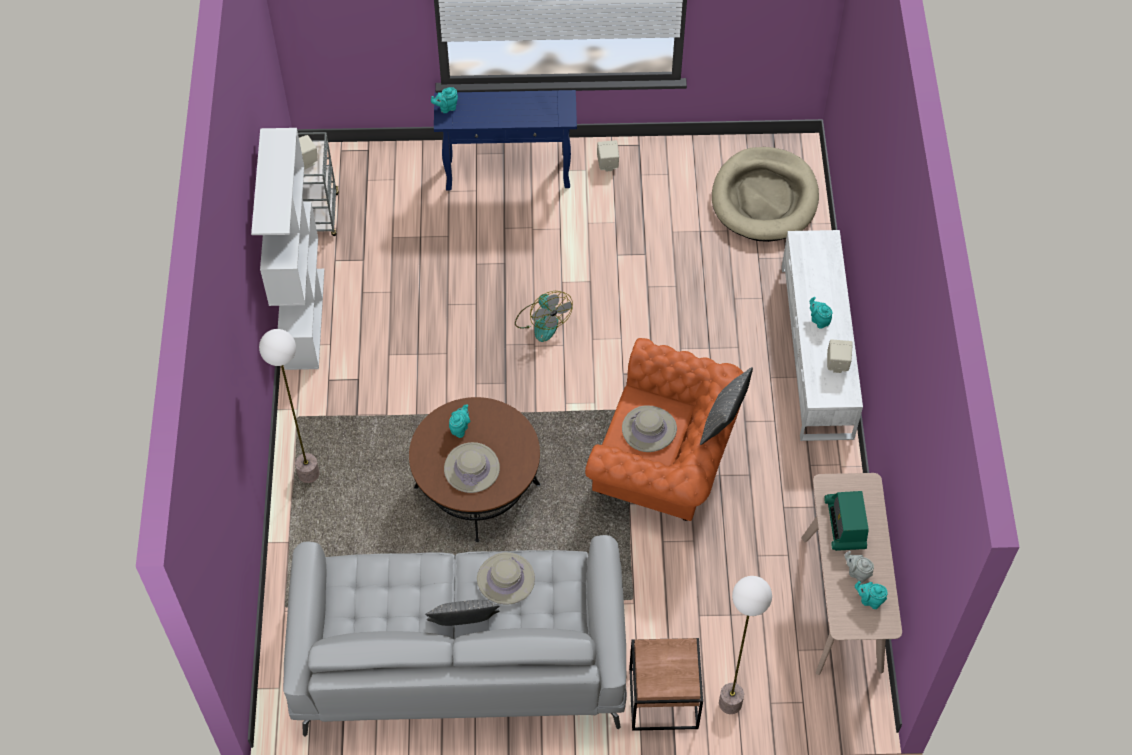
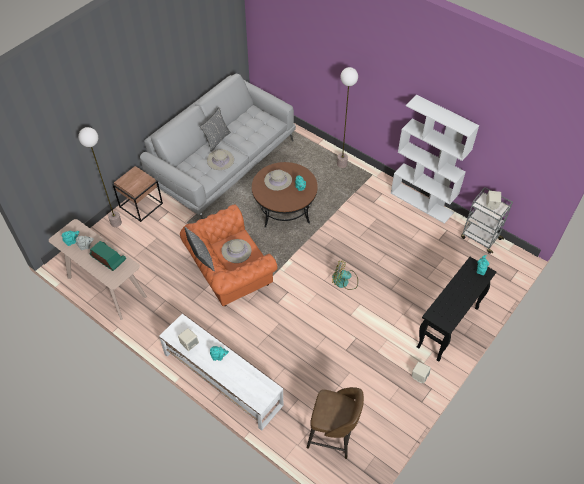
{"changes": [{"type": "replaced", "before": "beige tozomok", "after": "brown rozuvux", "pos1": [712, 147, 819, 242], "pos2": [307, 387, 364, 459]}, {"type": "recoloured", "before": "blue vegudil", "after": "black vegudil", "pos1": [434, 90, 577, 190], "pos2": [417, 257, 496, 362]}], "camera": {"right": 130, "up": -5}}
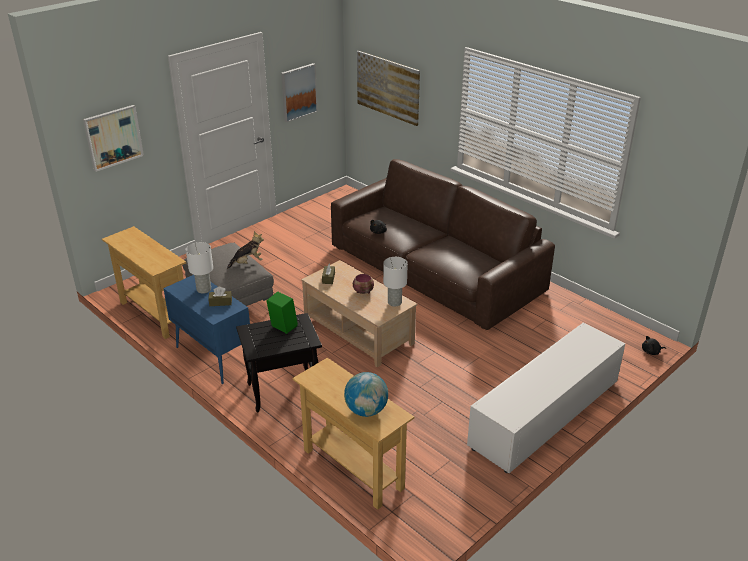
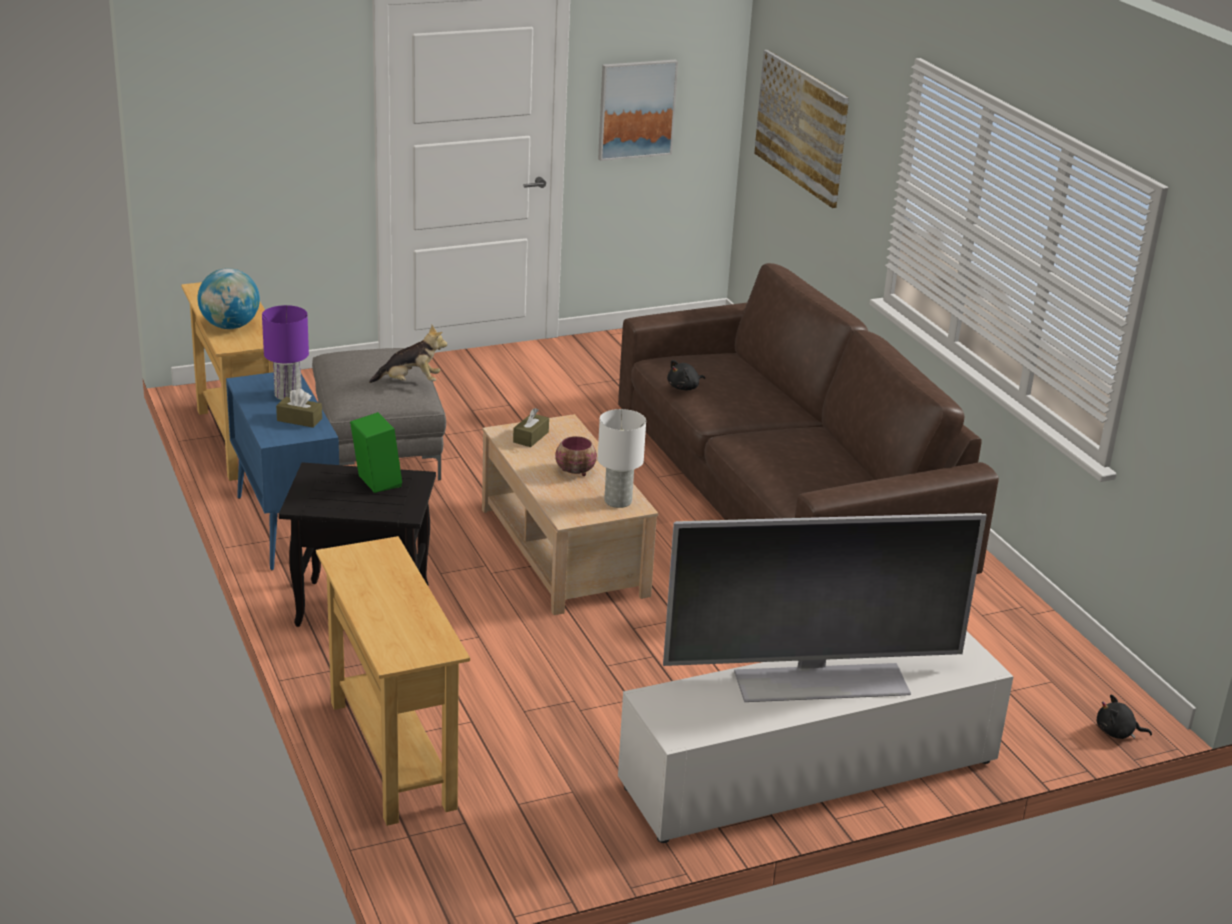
{"changes": [{"type": "removed", "before": "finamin", "pos1": [83, 105, 144, 172]}, {"type": "added", "after": "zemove", "pos2": [663, 513, 987, 702]}, {"type": "moved", "before": "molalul", "pos1": [344, 372, 388, 417], "pos2": [198, 268, 260, 329]}, {"type": "recoloured", "before": "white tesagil", "after": "purple tesagil", "pos1": [186, 242, 213, 294], "pos2": [262, 305, 309, 400]}], "camera": {"right": 20, "up": -5}}
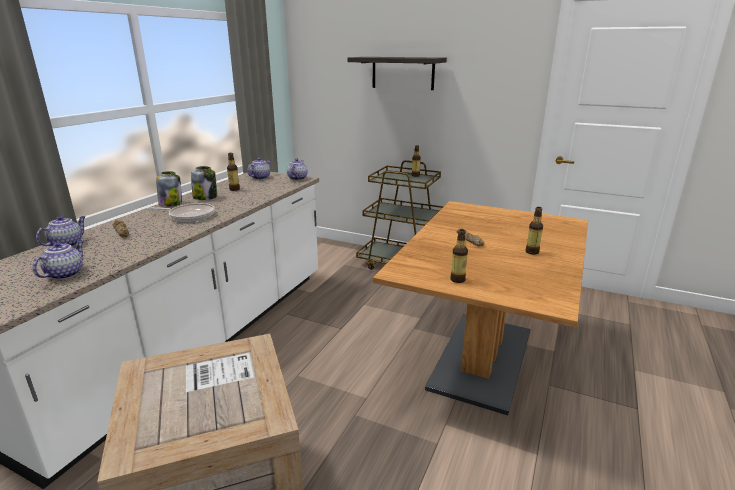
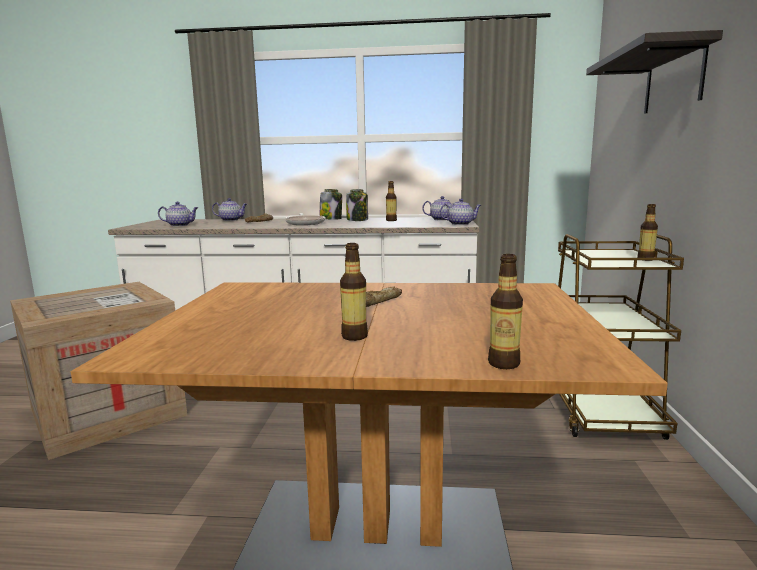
{"changes": [{"type": "moved", "before": "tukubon", "pos1": [450, 229, 468, 283], "pos2": [488, 254, 523, 369]}], "camera": {"right": 70, "up": -10}}
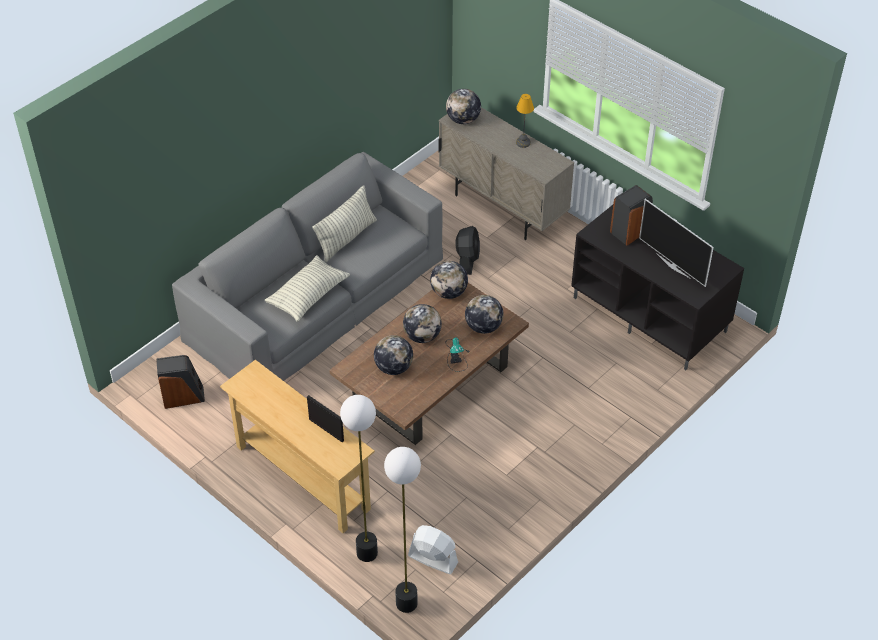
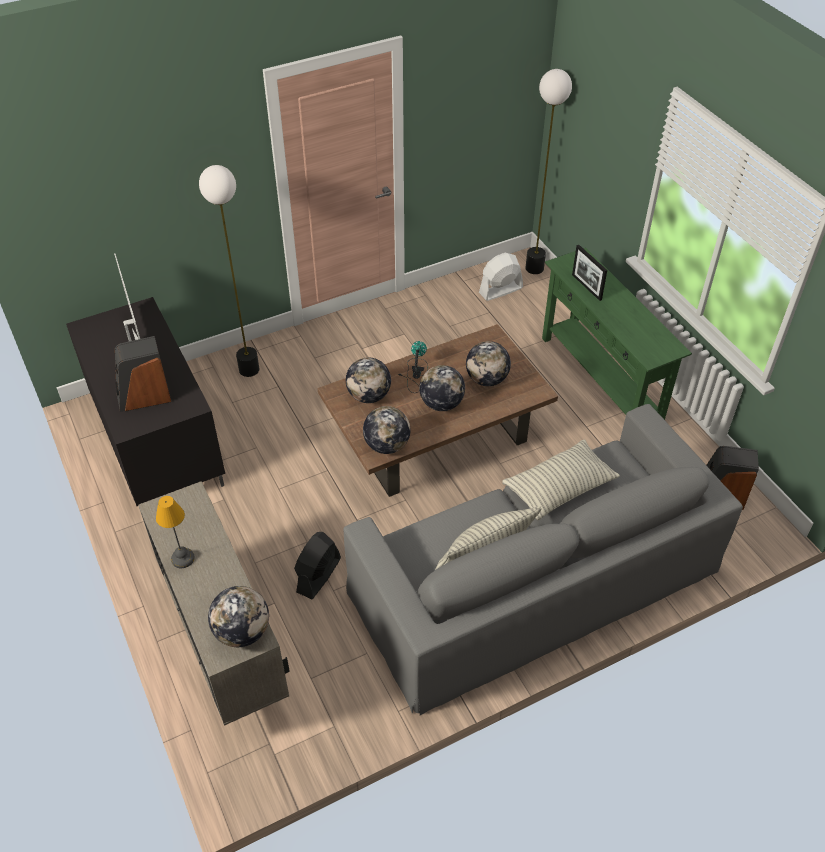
{"changes": [{"type": "moved", "before": "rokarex", "pos1": [340, 395, 378, 562], "pos2": [199, 165, 259, 377]}, {"type": "recoloured", "before": "beige vegudil", "after": "green vegudil", "pos1": [220, 360, 375, 533], "pos2": [542, 248, 692, 420]}, {"type": "turned", "before": "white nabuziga", "pos1": [408, 525, 458, 574], "pos2": [479, 253, 523, 301], "turn": 105}], "camera": {"right": -160, "up": 0}}
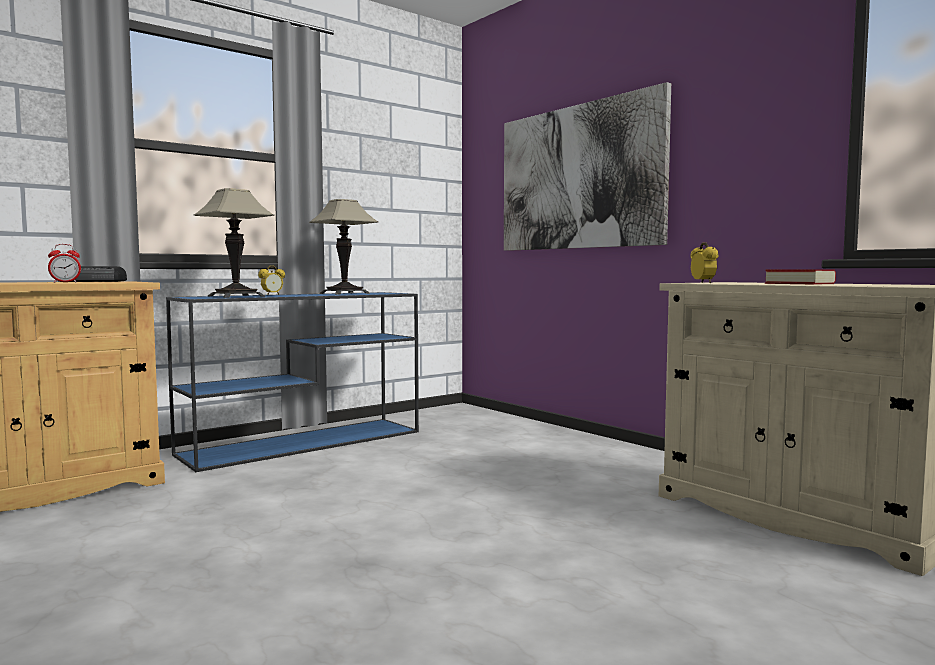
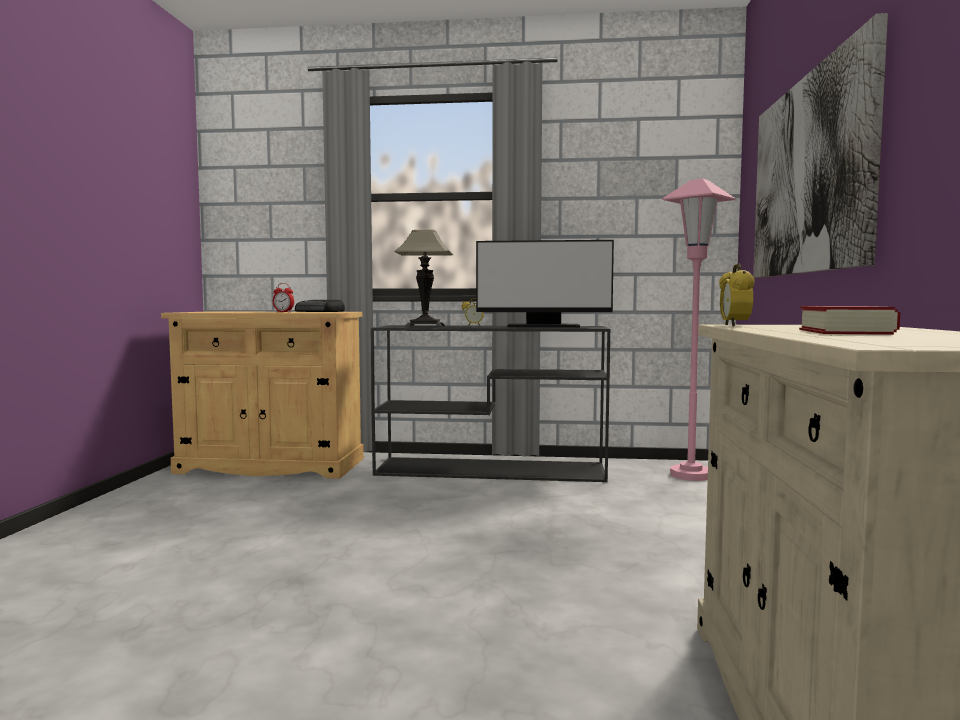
{"changes": [{"type": "added", "after": "pink rokarex", "pos2": [662, 179, 736, 481]}, {"type": "replaced", "before": "tesagil", "after": "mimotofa", "pos1": [309, 199, 378, 294], "pos2": [476, 240, 614, 327]}, {"type": "recoloured", "before": "blue vegudil", "after": "black vegudil", "pos1": [166, 292, 419, 472], "pos2": [371, 325, 610, 482]}, {"type": "turned", "before": "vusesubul", "pos1": [690, 243, 718, 283], "pos2": [719, 263, 755, 326], "turn": 150}], "camera": {"right": 45, "up": 0}}
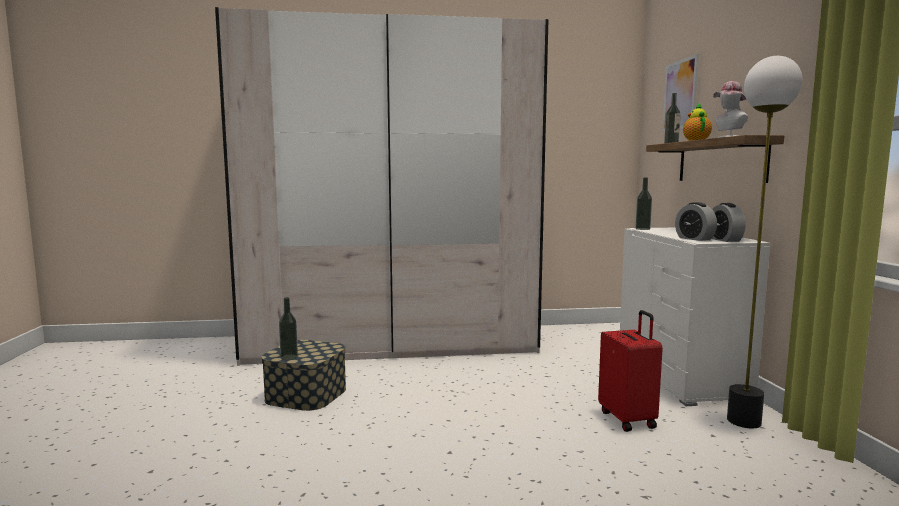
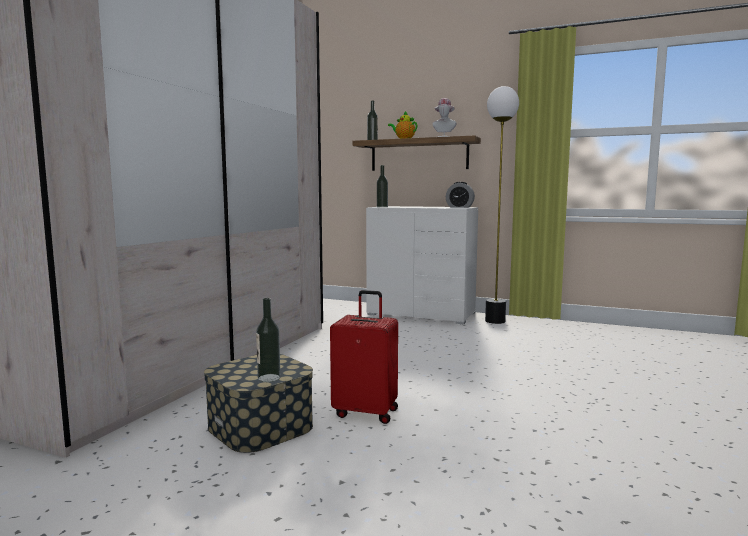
{"changes": [{"type": "removed", "before": "finamin", "pos1": [662, 54, 699, 132]}, {"type": "removed", "before": "vusesubul", "pos1": [675, 202, 717, 241]}, {"type": "moved", "before": "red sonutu", "pos1": [598, 310, 663, 432], "pos2": [330, 290, 398, 424]}], "camera": {"right": -60, "up": 0}}
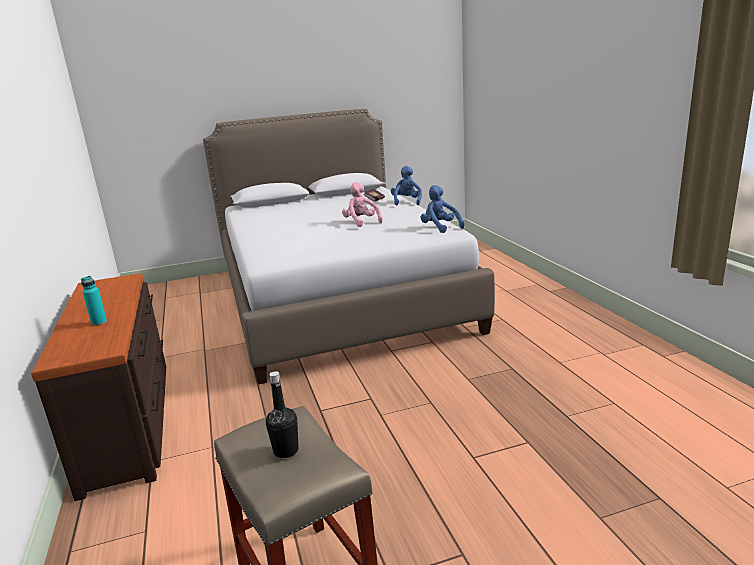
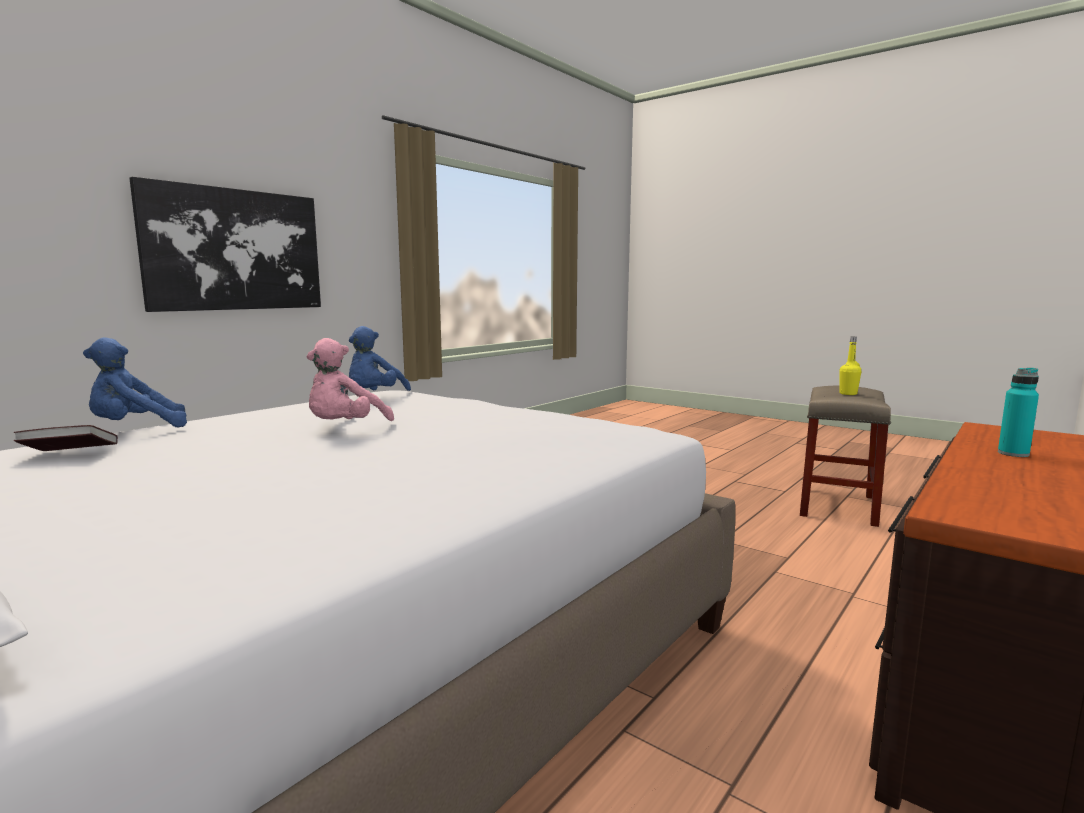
{"changes": [{"type": "added", "after": "finamin", "pos2": [129, 177, 321, 312]}, {"type": "recoloured", "before": "black tukubon", "after": "yellow tukubon", "pos1": [266, 371, 299, 458], "pos2": [839, 337, 861, 395]}], "camera": {"right": -125, "up": -10}}
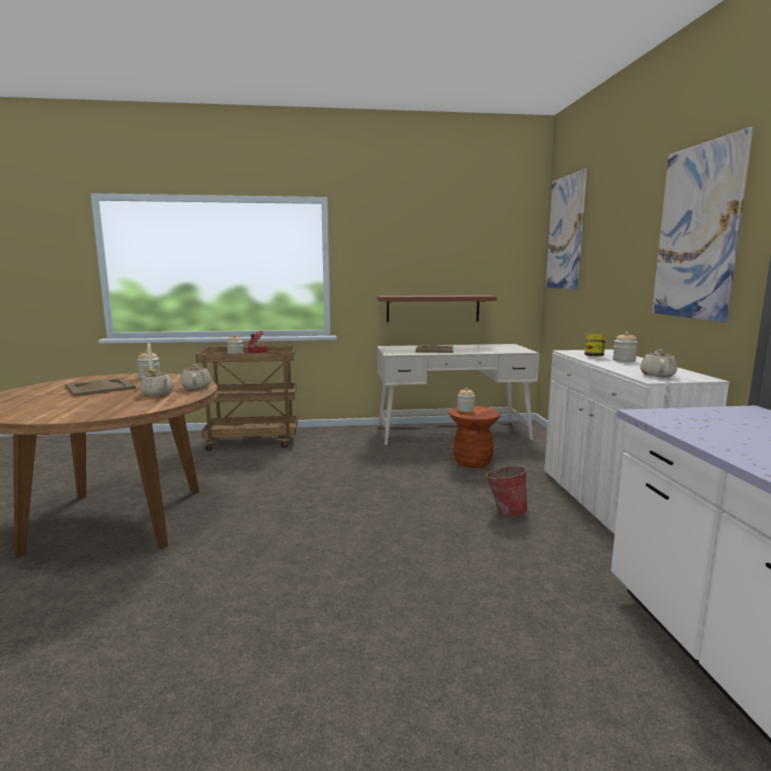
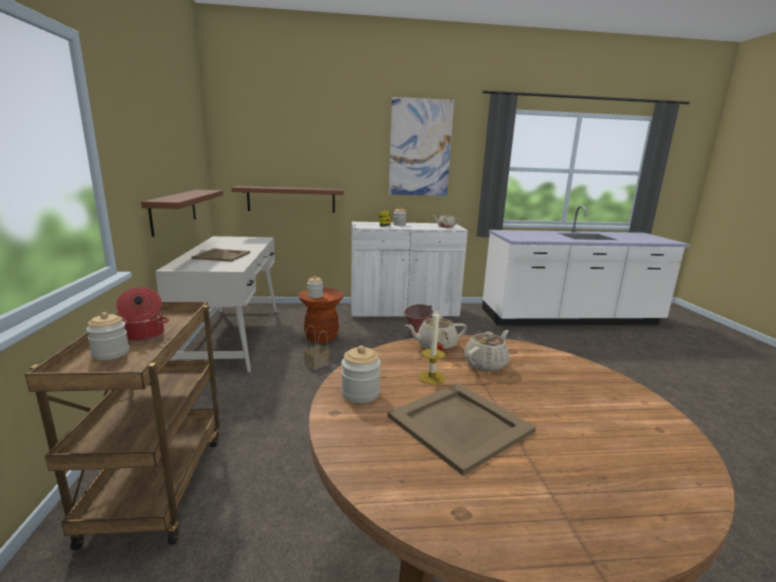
{"changes": [{"type": "removed", "before": "finamin", "pos1": [546, 169, 587, 290]}, {"type": "added", "after": "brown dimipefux", "pos2": [232, 186, 344, 213]}, {"type": "added", "after": "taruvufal", "pos2": [304, 325, 330, 370]}], "camera": {"right": -90, "up": 5}}
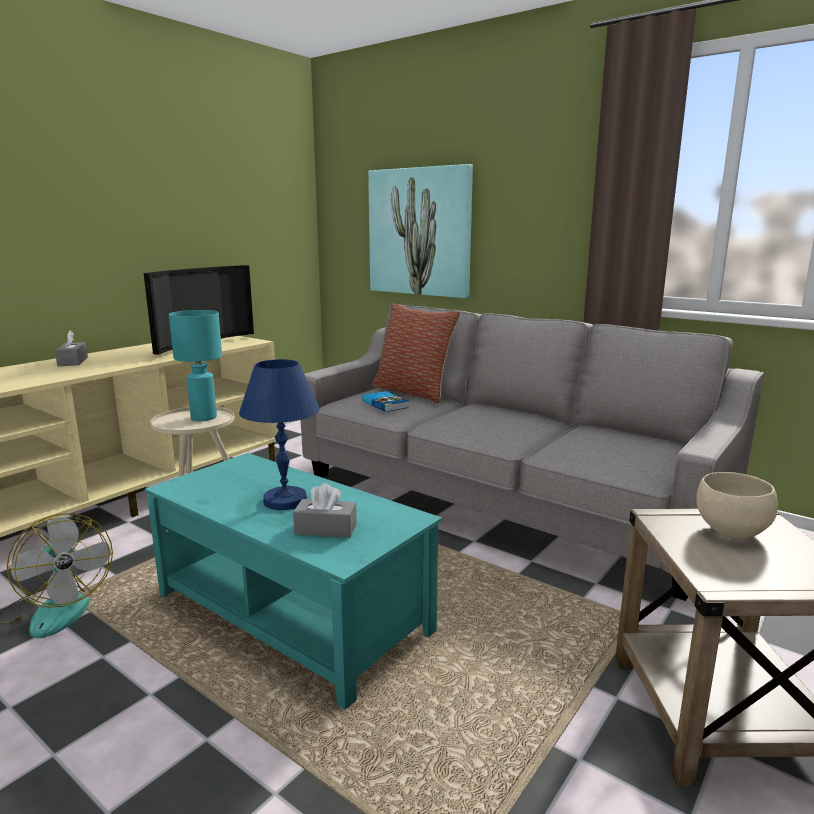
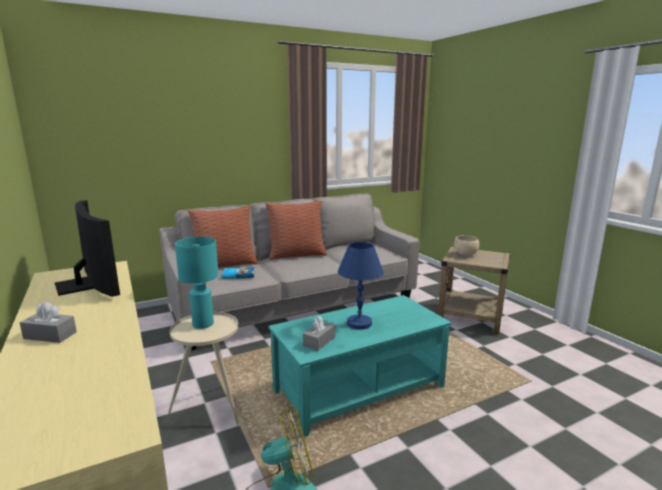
{"changes": [{"type": "removed", "before": "finamin", "pos1": [368, 164, 473, 298]}, {"type": "added", "after": "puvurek", "pos2": [265, 200, 327, 260]}, {"type": "moved", "before": "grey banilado", "pos1": [293, 483, 357, 538], "pos2": [303, 316, 335, 351]}], "camera": {"right": -65, "up": 0}}
